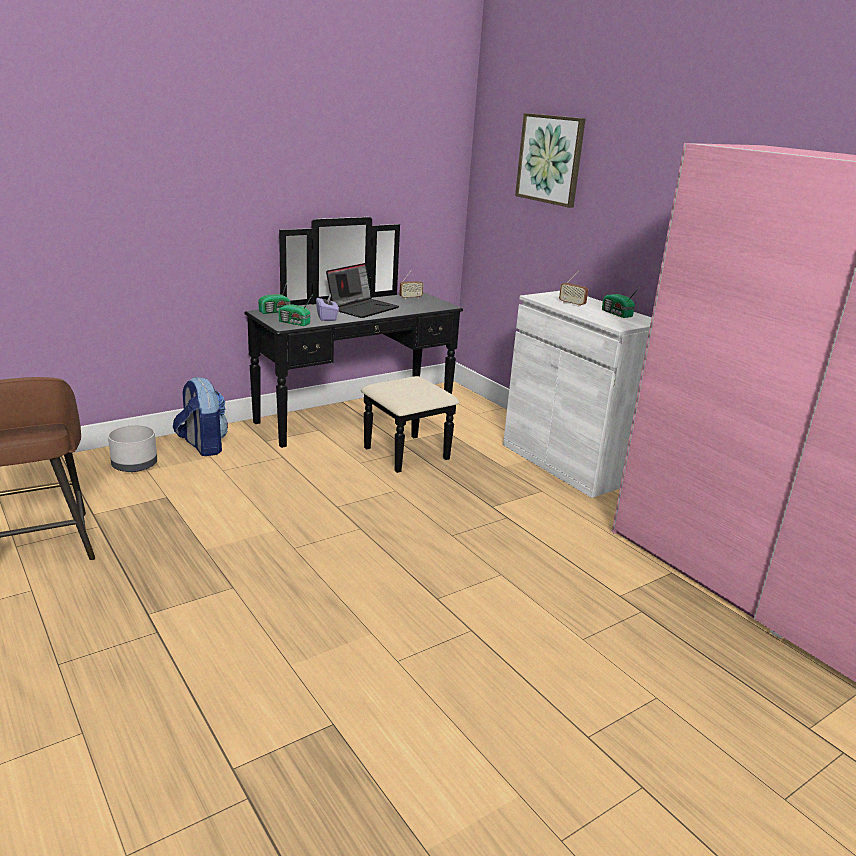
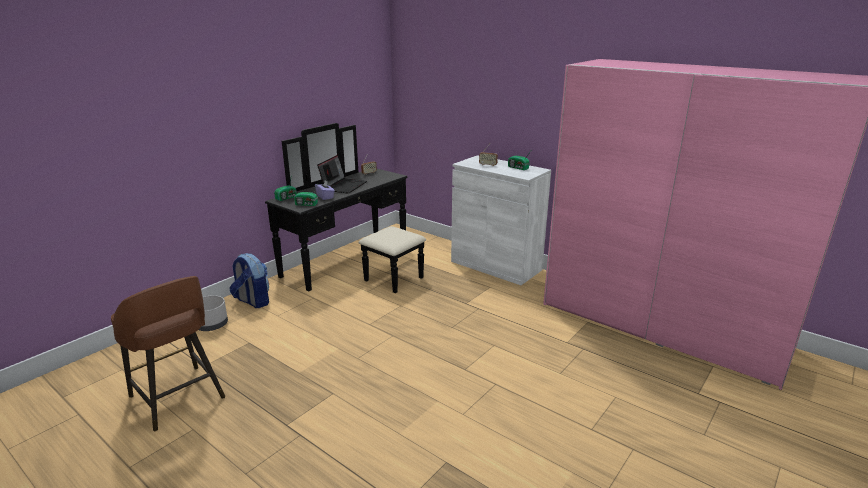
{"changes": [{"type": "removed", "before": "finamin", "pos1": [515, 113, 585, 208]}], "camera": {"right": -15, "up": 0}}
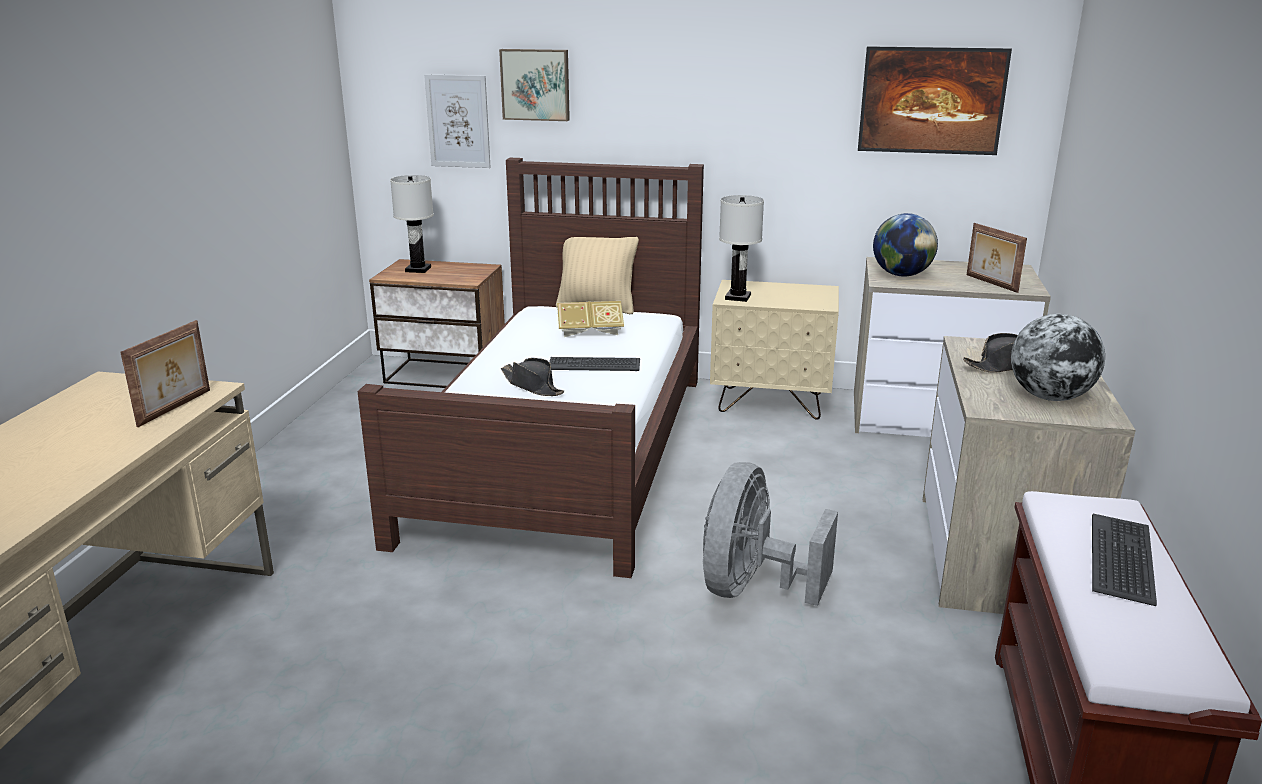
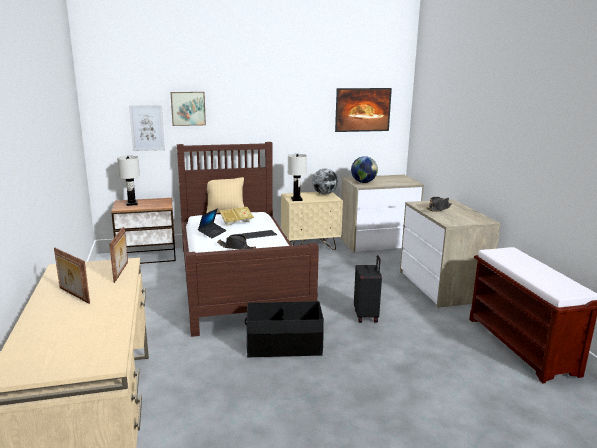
{"changes": [{"type": "removed", "before": "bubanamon", "pos1": [1092, 514, 1157, 606]}, {"type": "added", "after": "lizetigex", "pos2": [198, 208, 227, 238]}, {"type": "added", "after": "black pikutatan", "pos2": [245, 301, 324, 358]}, {"type": "moved", "before": "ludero", "pos1": [967, 223, 1027, 293], "pos2": [54, 248, 90, 304]}, {"type": "moved", "before": "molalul", "pos1": [1011, 314, 1105, 401], "pos2": [312, 169, 338, 195]}, {"type": "replaced", "before": "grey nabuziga", "after": "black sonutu", "pos1": [703, 462, 838, 606], "pos2": [354, 255, 382, 323]}], "camera": {"right": -25, "up": -5}}
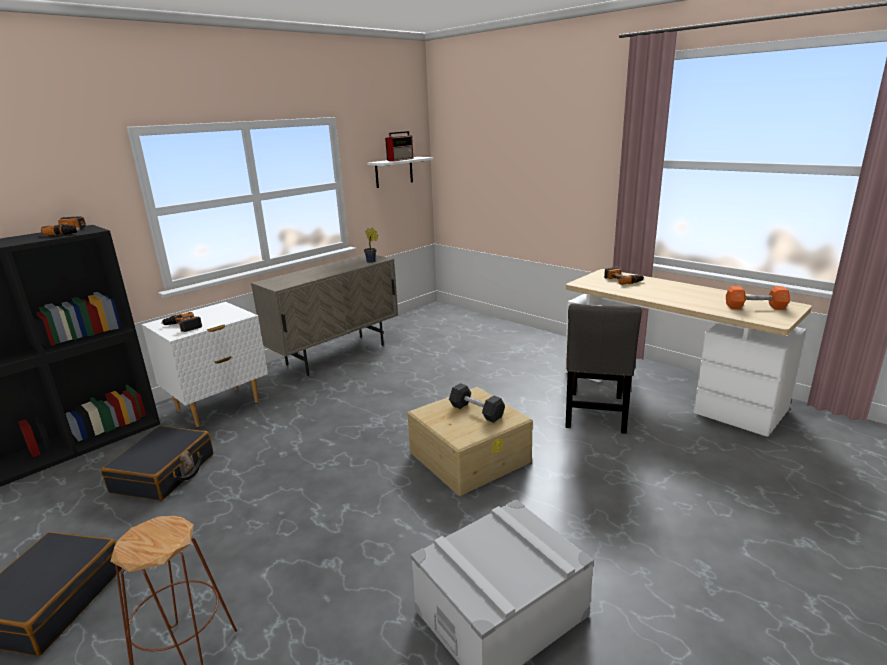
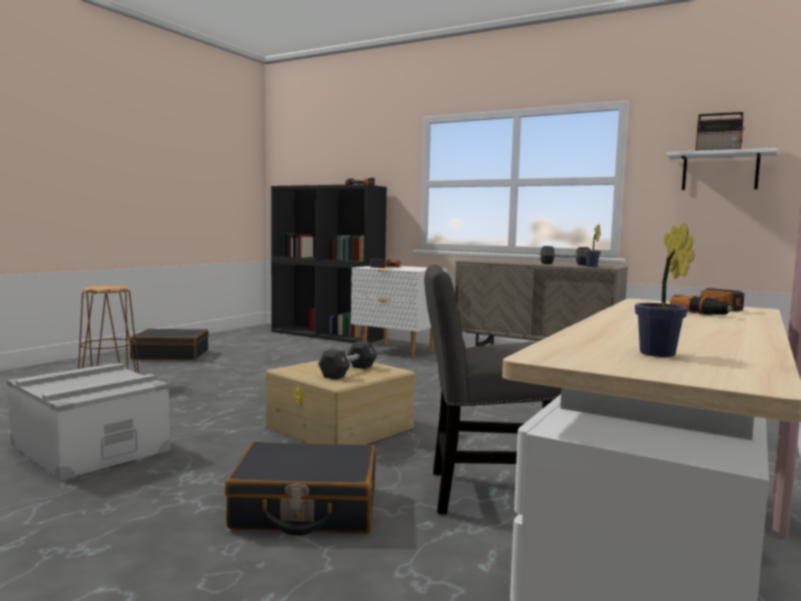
{"changes": [{"type": "added", "after": "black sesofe", "pos2": [540, 246, 590, 265]}, {"type": "moved", "before": "black sonutu", "pos1": [101, 426, 213, 501], "pos2": [225, 442, 375, 536]}, {"type": "replaced", "before": "orange sesofe", "after": "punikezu", "pos1": [726, 286, 790, 310], "pos2": [635, 222, 695, 357]}], "camera": {"right": 75, "up": -15}}
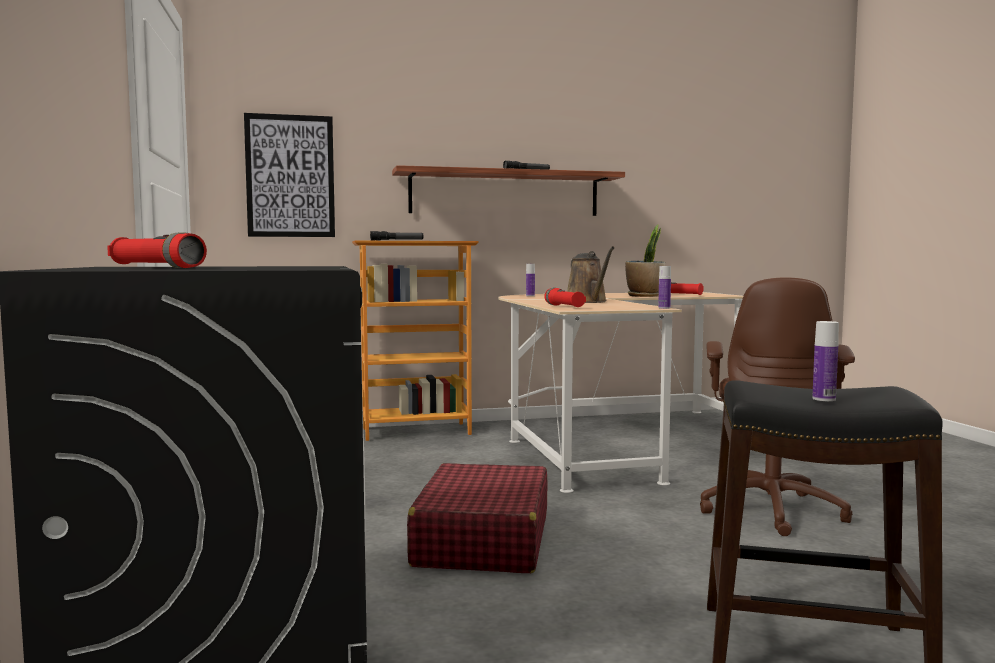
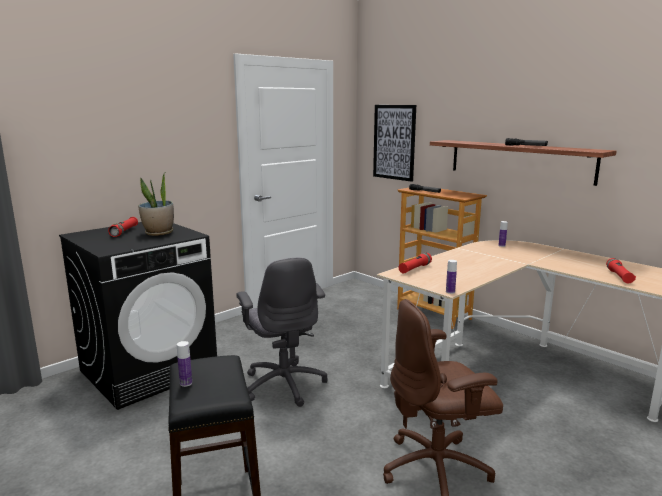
{"changes": [{"type": "removed", "before": "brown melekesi", "pos1": [567, 246, 615, 303]}, {"type": "moved", "before": "punikezu", "pos1": [625, 224, 665, 297], "pos2": [138, 173, 174, 236]}, {"type": "replaced", "before": "red sonutu", "after": "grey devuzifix", "pos1": [407, 463, 547, 573], "pos2": [236, 258, 327, 407]}], "camera": {"right": 60, "up": 10}}
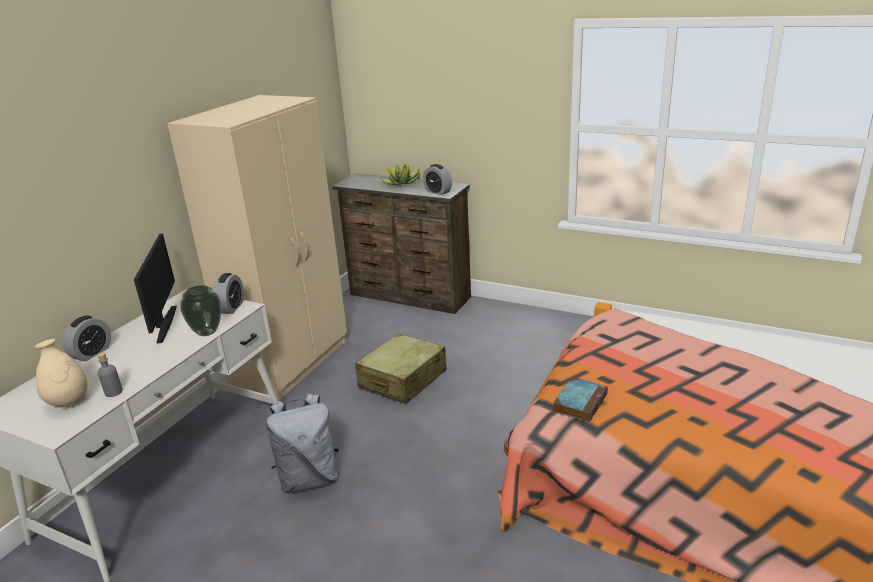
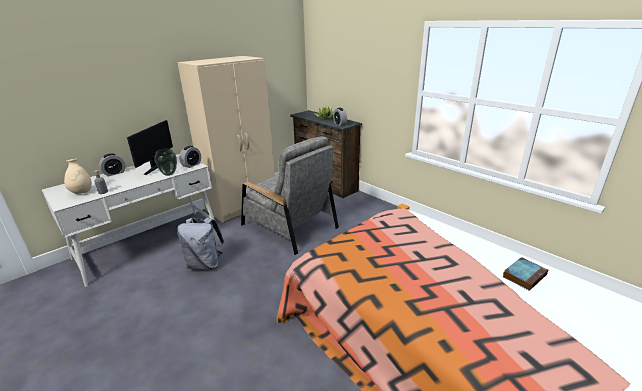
{"changes": [{"type": "moved", "before": "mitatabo", "pos1": [553, 377, 608, 422], "pos2": [503, 257, 548, 291]}, {"type": "replaced", "before": "beige sonutu", "after": "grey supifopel", "pos1": [355, 333, 447, 404], "pos2": [241, 136, 339, 255]}], "camera": {"right": 20, "up": 0}}
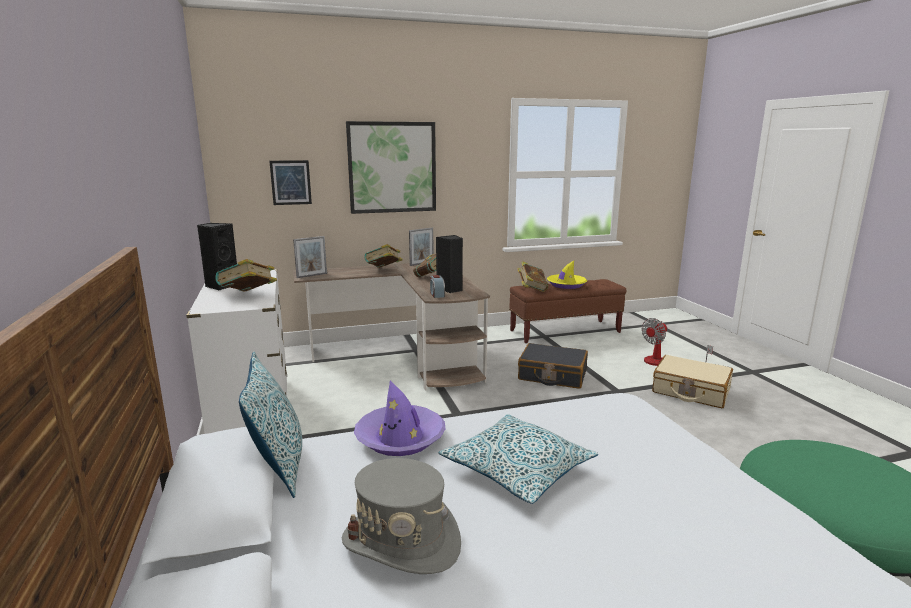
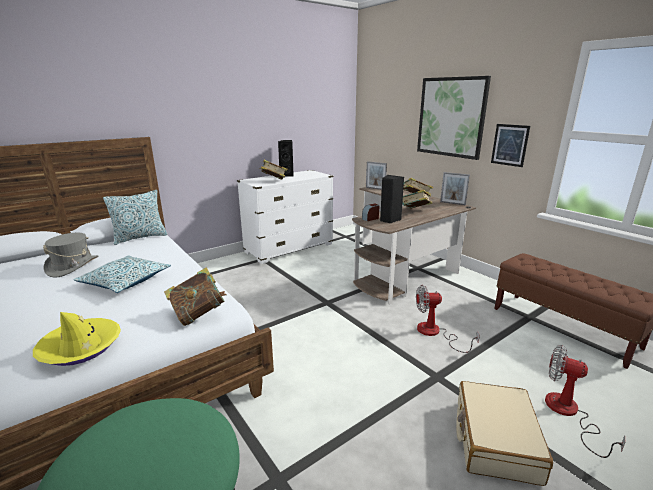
{"changes": [{"type": "removed", "before": "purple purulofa", "pos1": [354, 380, 445, 456]}, {"type": "moved", "before": "finamin", "pos1": [269, 160, 312, 205], "pos2": [491, 124, 530, 167]}, {"type": "moved", "before": "mitatabo", "pos1": [517, 261, 548, 292], "pos2": [164, 267, 227, 326]}, {"type": "moved", "before": "yellow purulofa", "pos1": [547, 261, 587, 289], "pos2": [33, 312, 121, 366]}, {"type": "replaced", "before": "black sonutu", "after": "nabuziga", "pos1": [518, 343, 588, 389], "pos2": [416, 285, 480, 353]}], "camera": {"right": 70, "up": 5}}
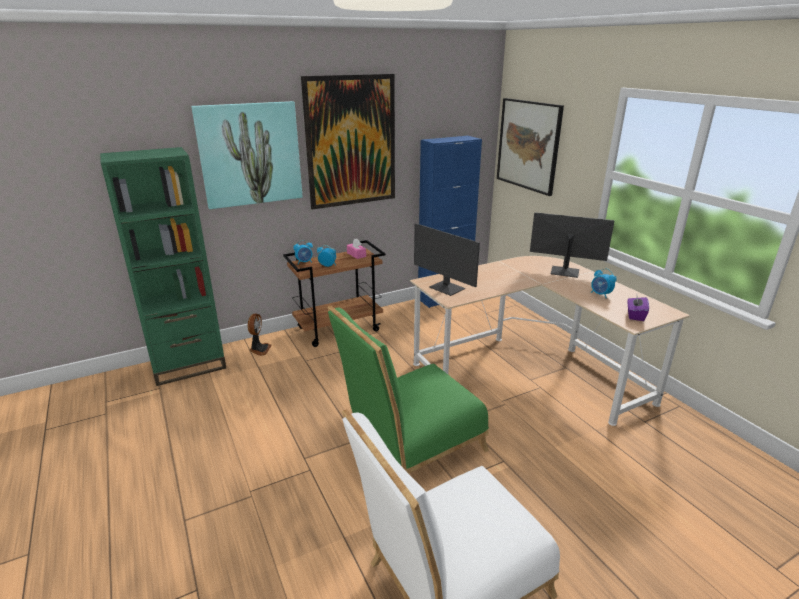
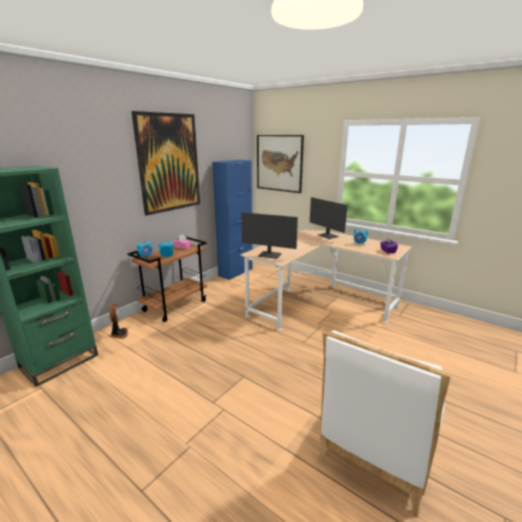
{"changes": [{"type": "removed", "before": "finamin", "pos1": [191, 101, 303, 209]}, {"type": "removed", "before": "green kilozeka", "pos1": [328, 305, 489, 474]}, {"type": "turned", "before": "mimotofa", "pos1": [530, 212, 615, 278], "pos2": [310, 197, 347, 239], "turn": -120}], "camera": {"right": -25, "up": -5}}
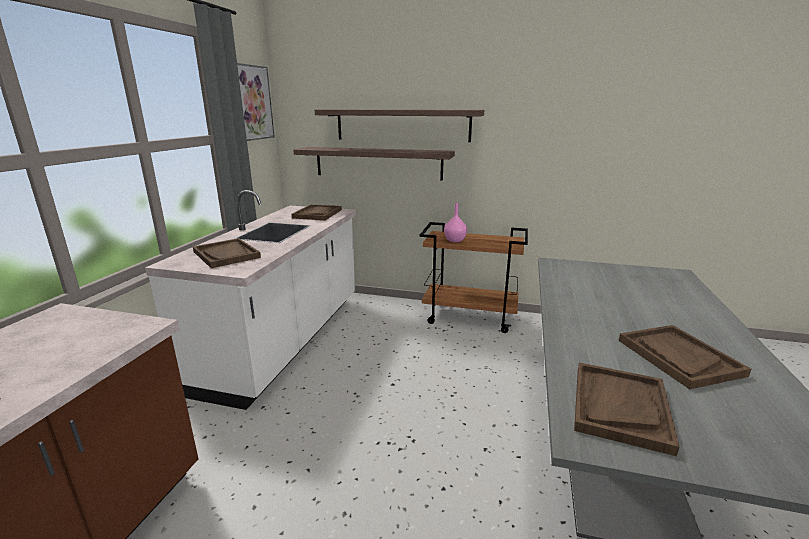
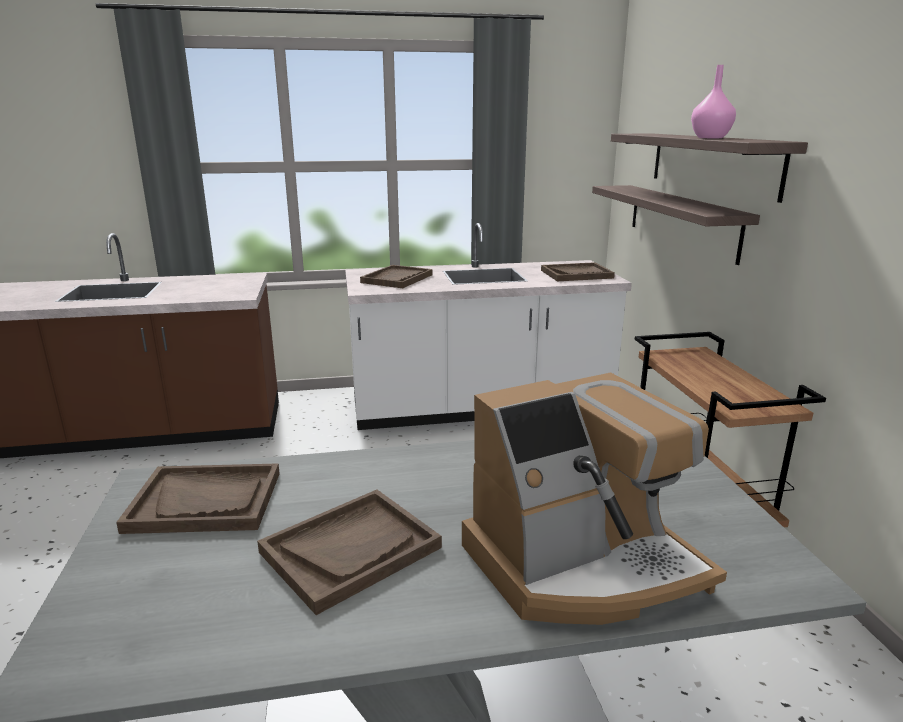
{"changes": [{"type": "removed", "before": "finamin", "pos1": [237, 63, 275, 141]}, {"type": "added", "after": "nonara", "pos2": [462, 373, 727, 625]}, {"type": "moved", "before": "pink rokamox", "pos1": [444, 203, 467, 242], "pos2": [691, 65, 736, 138]}], "camera": {"right": 65, "up": 0}}
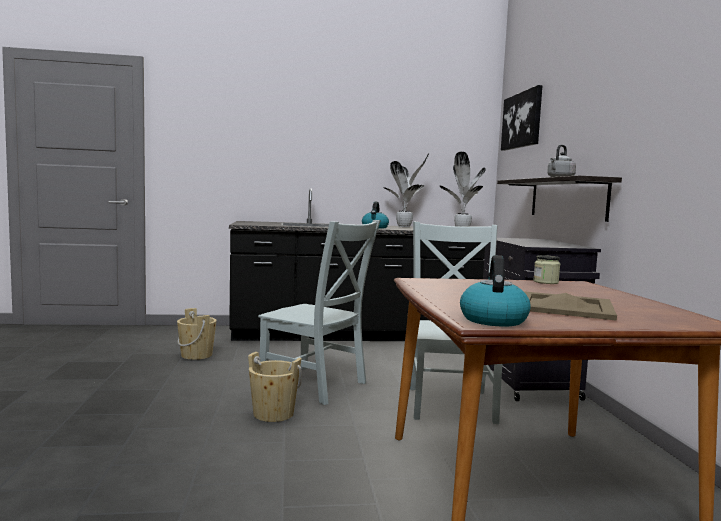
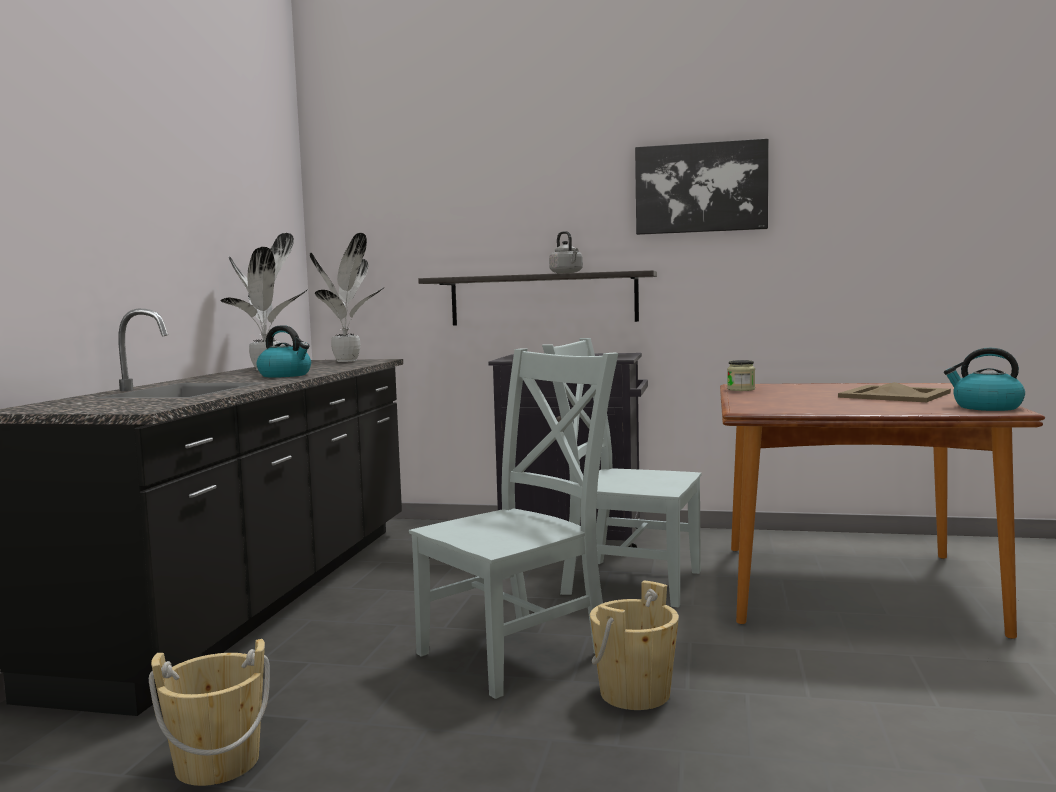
{"changes": [{"type": "moved", "before": "finamin", "pos1": [501, 85, 542, 151], "pos2": [635, 139, 768, 235]}], "camera": {"right": -70, "up": 0}}
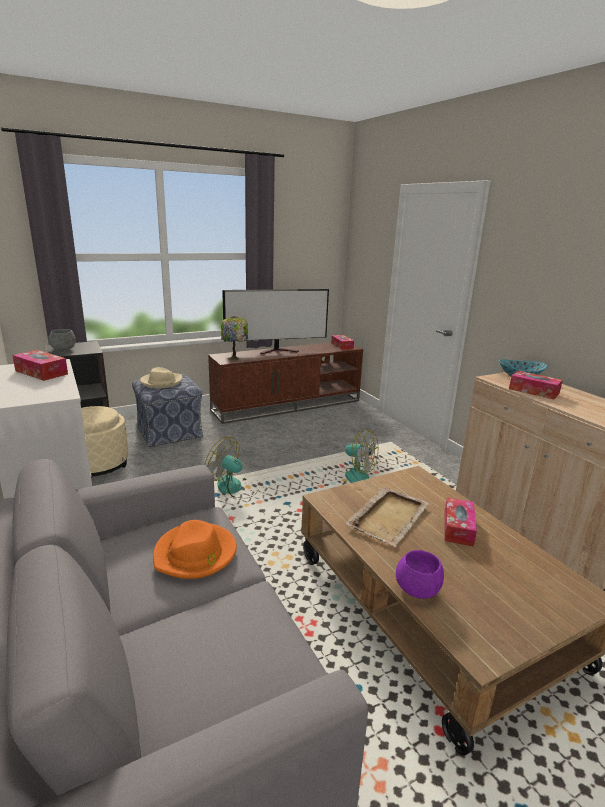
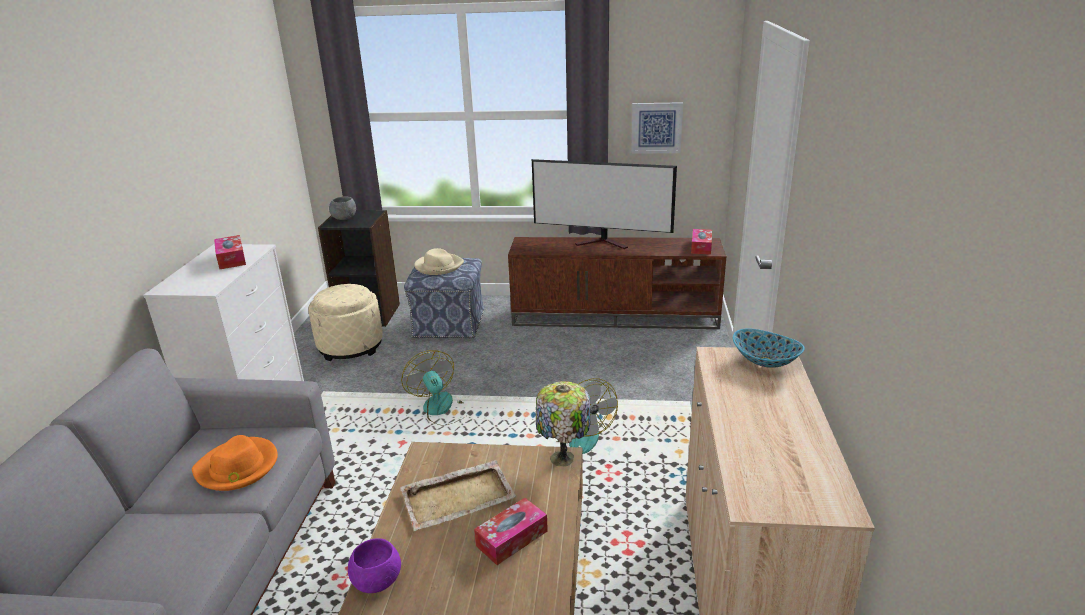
{"changes": [{"type": "removed", "before": "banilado", "pos1": [509, 371, 563, 399]}, {"type": "added", "after": "finamin", "pos2": [631, 102, 683, 154]}, {"type": "moved", "before": "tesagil", "pos1": [221, 316, 248, 360], "pos2": [536, 381, 590, 467]}], "camera": {"right": 35, "up": 5}}
